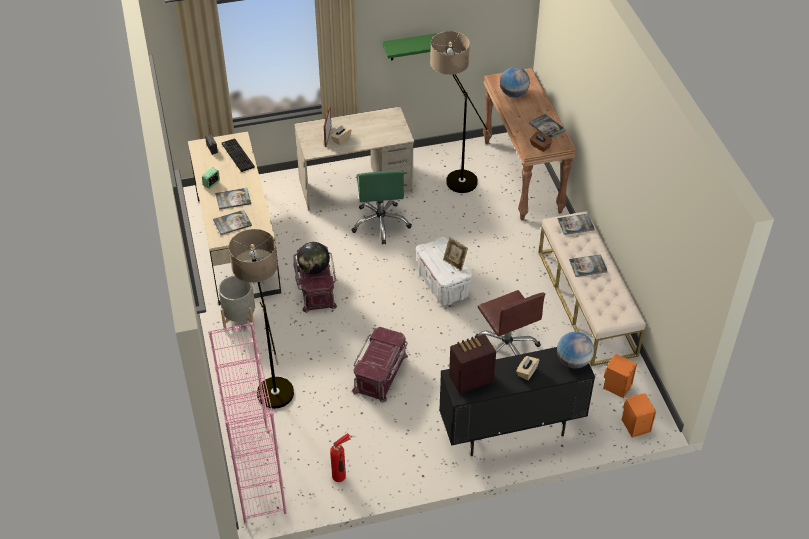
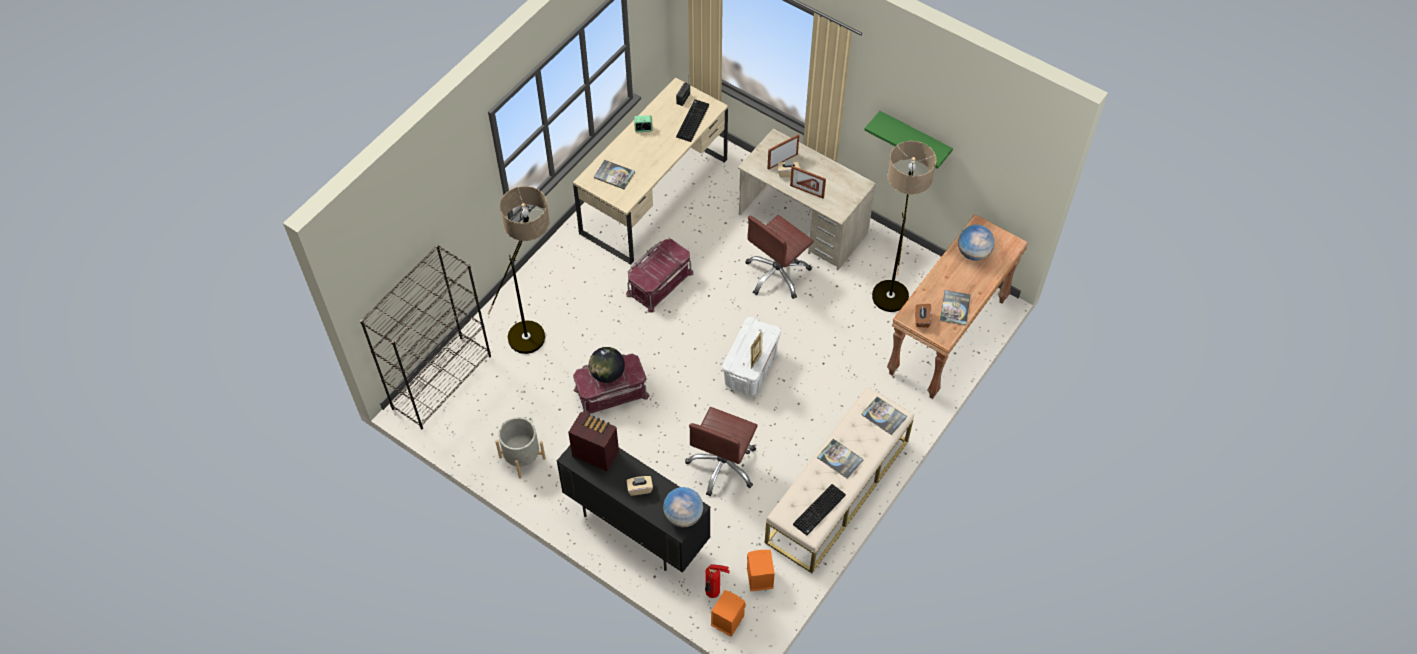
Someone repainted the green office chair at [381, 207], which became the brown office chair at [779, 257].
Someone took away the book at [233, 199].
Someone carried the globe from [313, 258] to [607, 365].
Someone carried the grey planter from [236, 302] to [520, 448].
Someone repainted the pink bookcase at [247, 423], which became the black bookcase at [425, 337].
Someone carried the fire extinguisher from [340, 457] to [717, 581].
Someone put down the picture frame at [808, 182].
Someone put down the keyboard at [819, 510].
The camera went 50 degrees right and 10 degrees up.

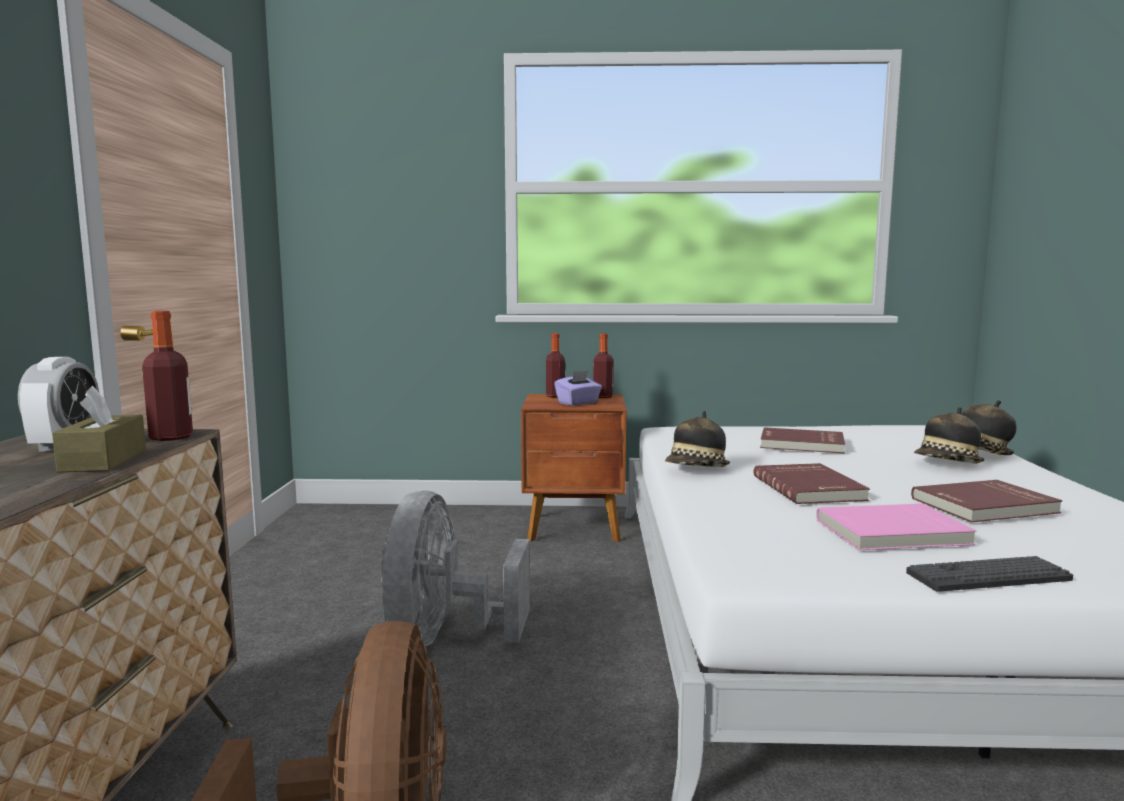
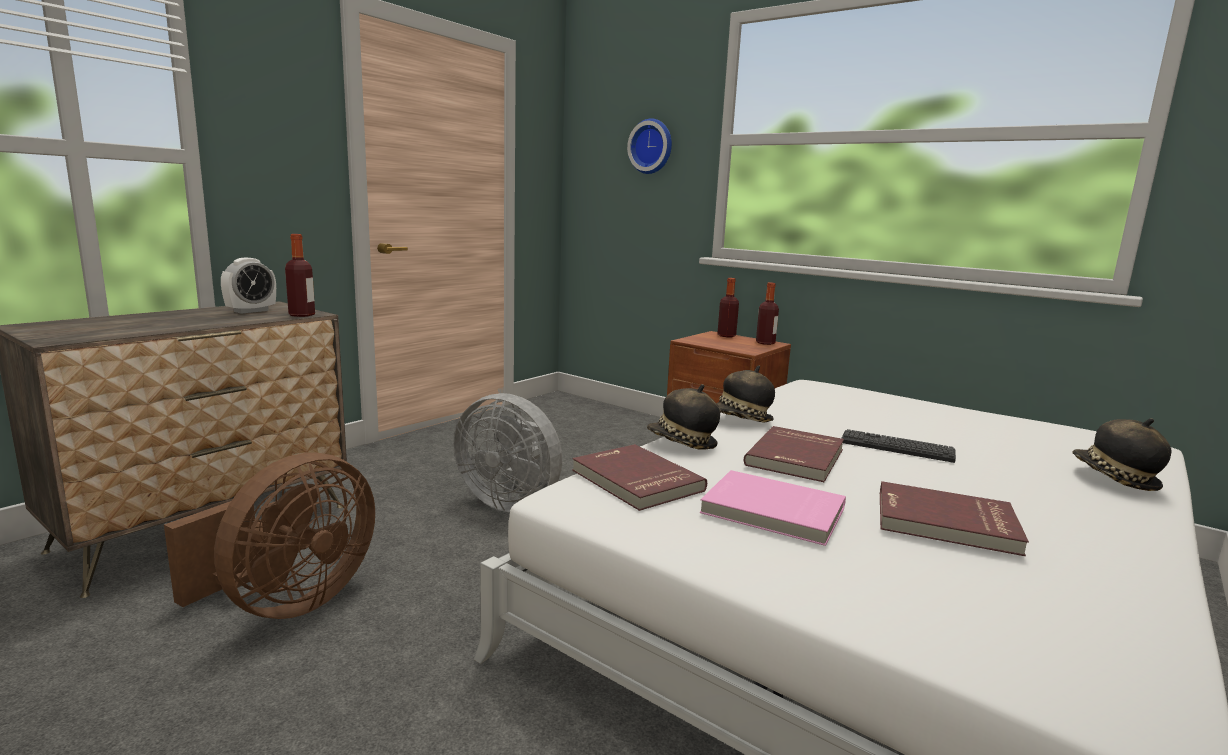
Someone took away the purple tissue box at [578, 388].
Someone took away the brown tissue box at [99, 429].
Someone carried the hat from [949, 435] to [683, 416].
Someone carried the red book from [802, 440] to [639, 477].
Someone rotated the grey fan at [455, 569] by 105 degrees counterclockwise.
Someone carried the keyboard from [989, 574] to [898, 446].
Someone put up the wall clock at [649, 146].
The camera went 35 degrees right and 5 degrees up.

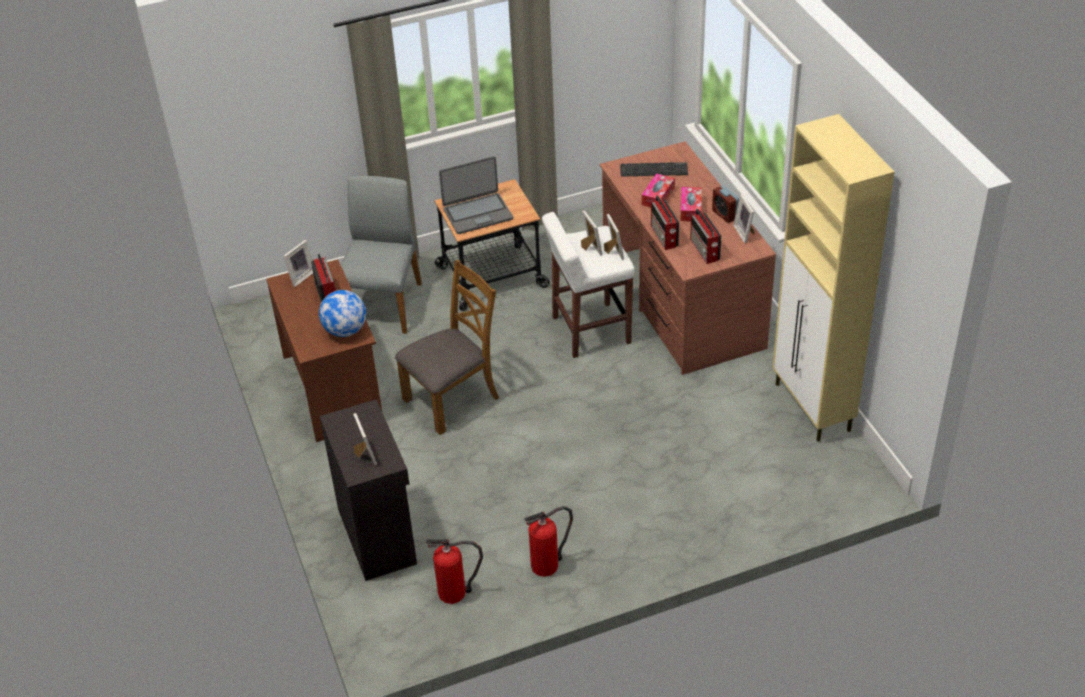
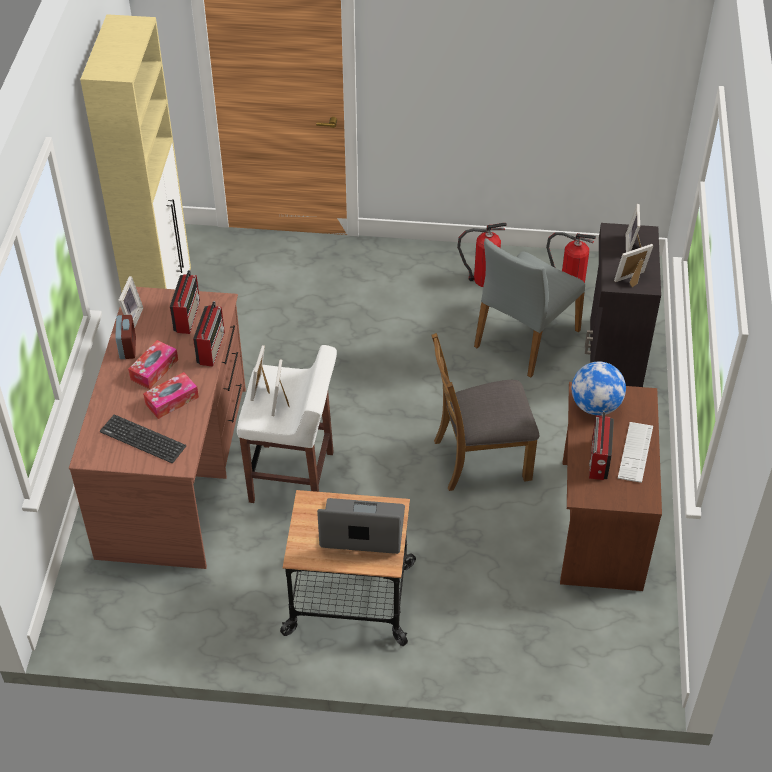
Someone carried the grey chair from [381, 255] to [529, 308].
Someone carried the picture frame from [298, 263] to [634, 265].
Someone put down the keyboard at [635, 452].
The camera went 155 degrees left and 5 degrees up.

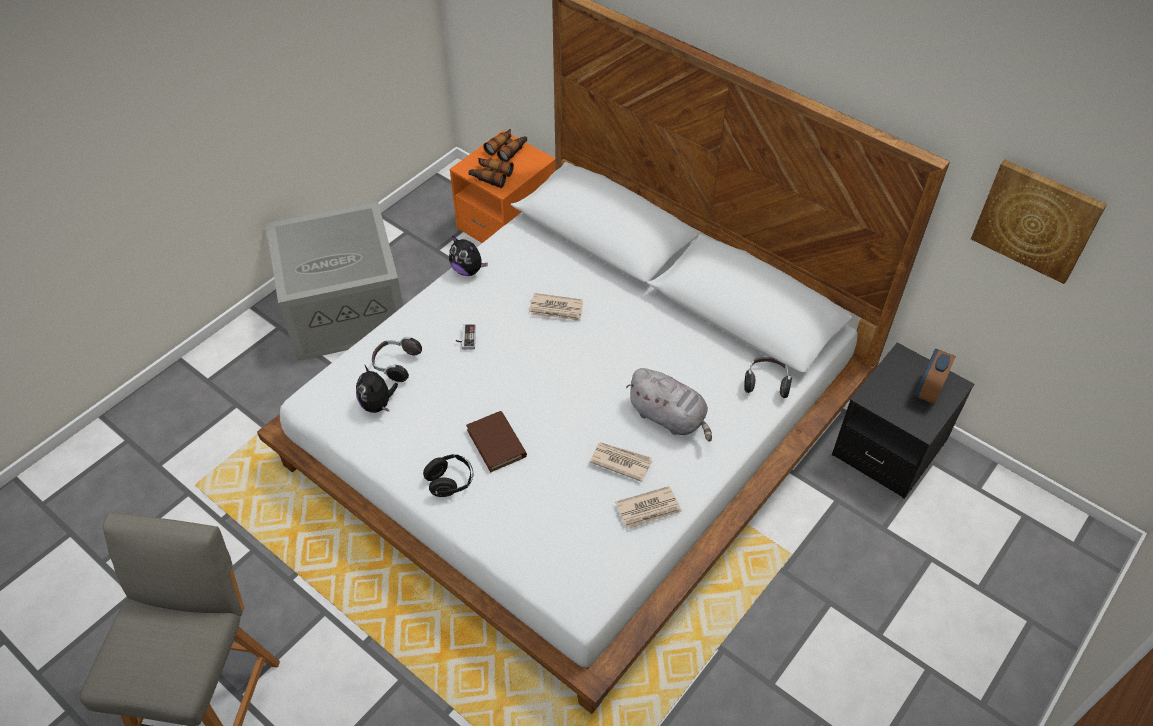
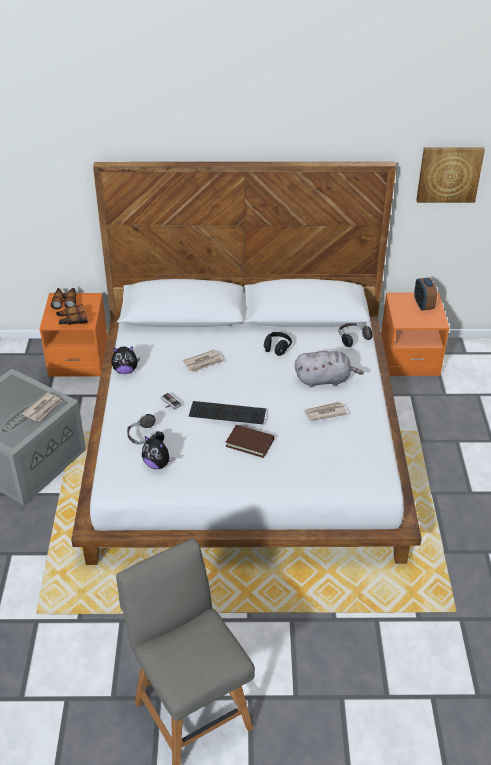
Someone repainted the black nightstand at [903, 420], which became the orange nightstand at [415, 334].
Someone carried the black headphones from [448, 475] to [278, 344].
Someone carried the newspaper from [648, 507] to [42, 406].
Someone put down the keyboard at [227, 412].
The camera went 40 degrees left and 10 degrees down.

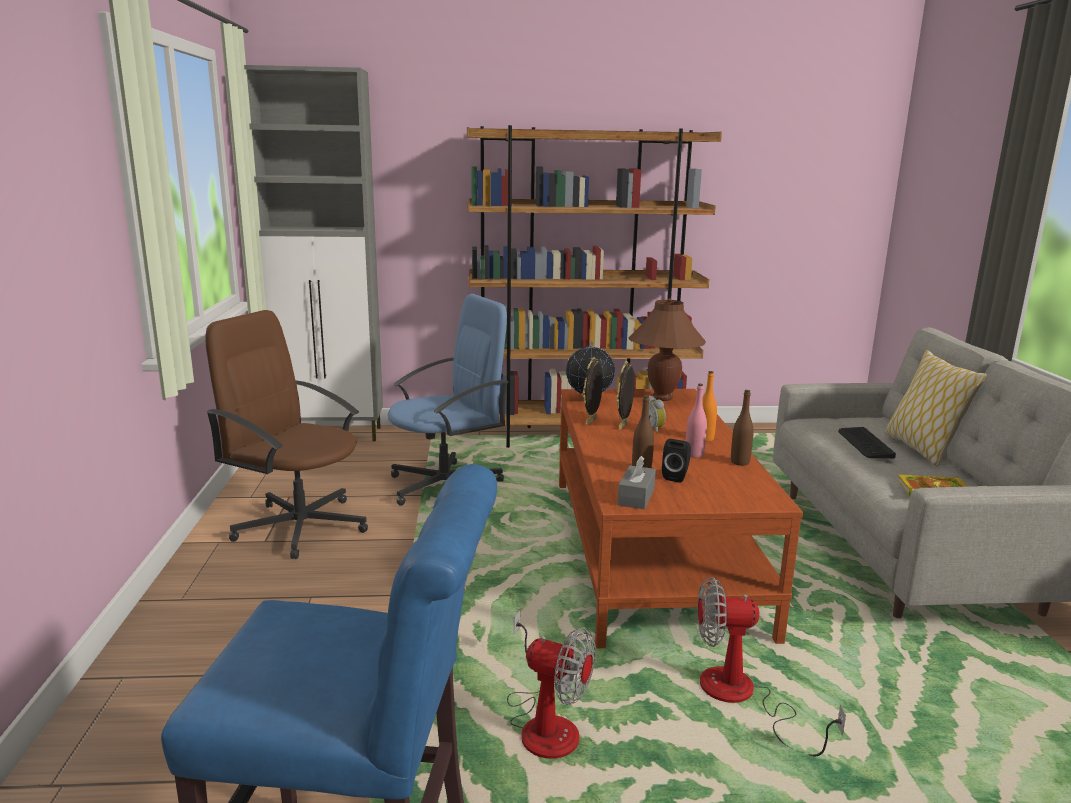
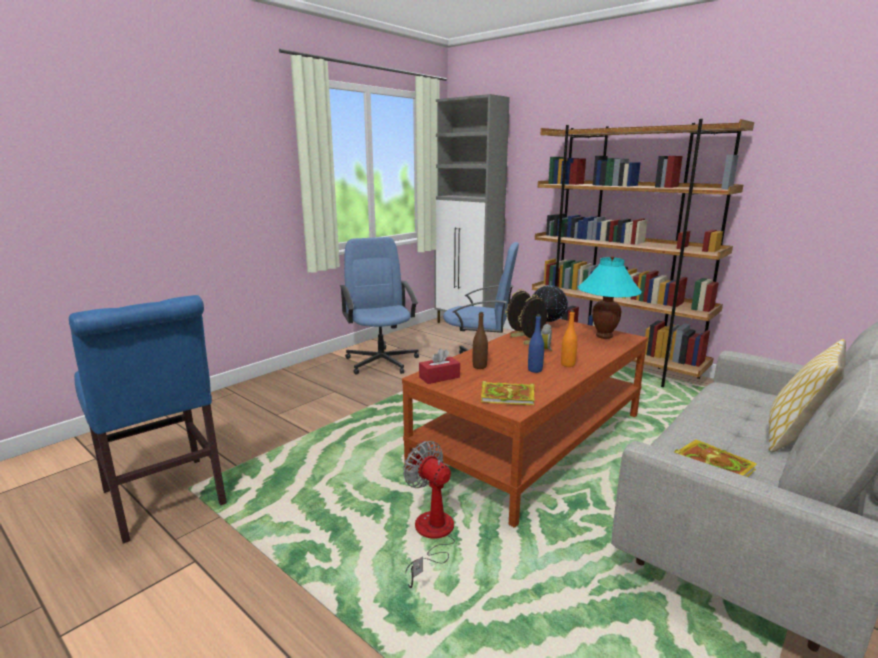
Someone repainted the brown table lamp at [667, 349], which became the turquoise table lamp at [610, 297].
Someone repainted the brown office chair at [286, 434], which became the blue office chair at [379, 305].
Someone repainted the pink bottle at [696, 420], which became the blue bottle at [536, 343].
Someone took away the brown bottle at [742, 428].
Someone took away the keyboard at [867, 442].
Someone took away the black speaker at [676, 461].
Someone repainted the grey tissue box at [636, 482], which became the red tissue box at [439, 366].
Someone took away the fan at [551, 685].
Someone put down the book at [508, 393].
The camera went 45 degrees right and 0 degrees up.

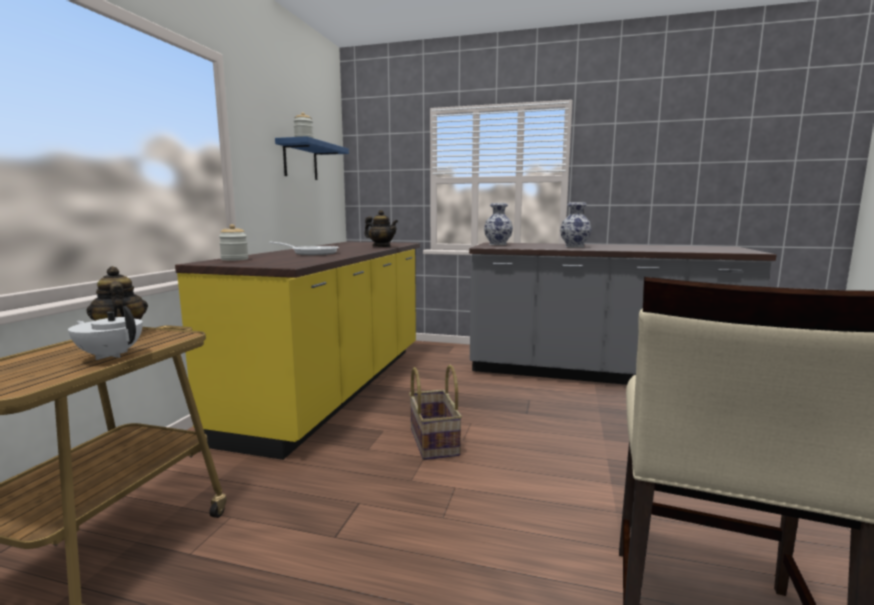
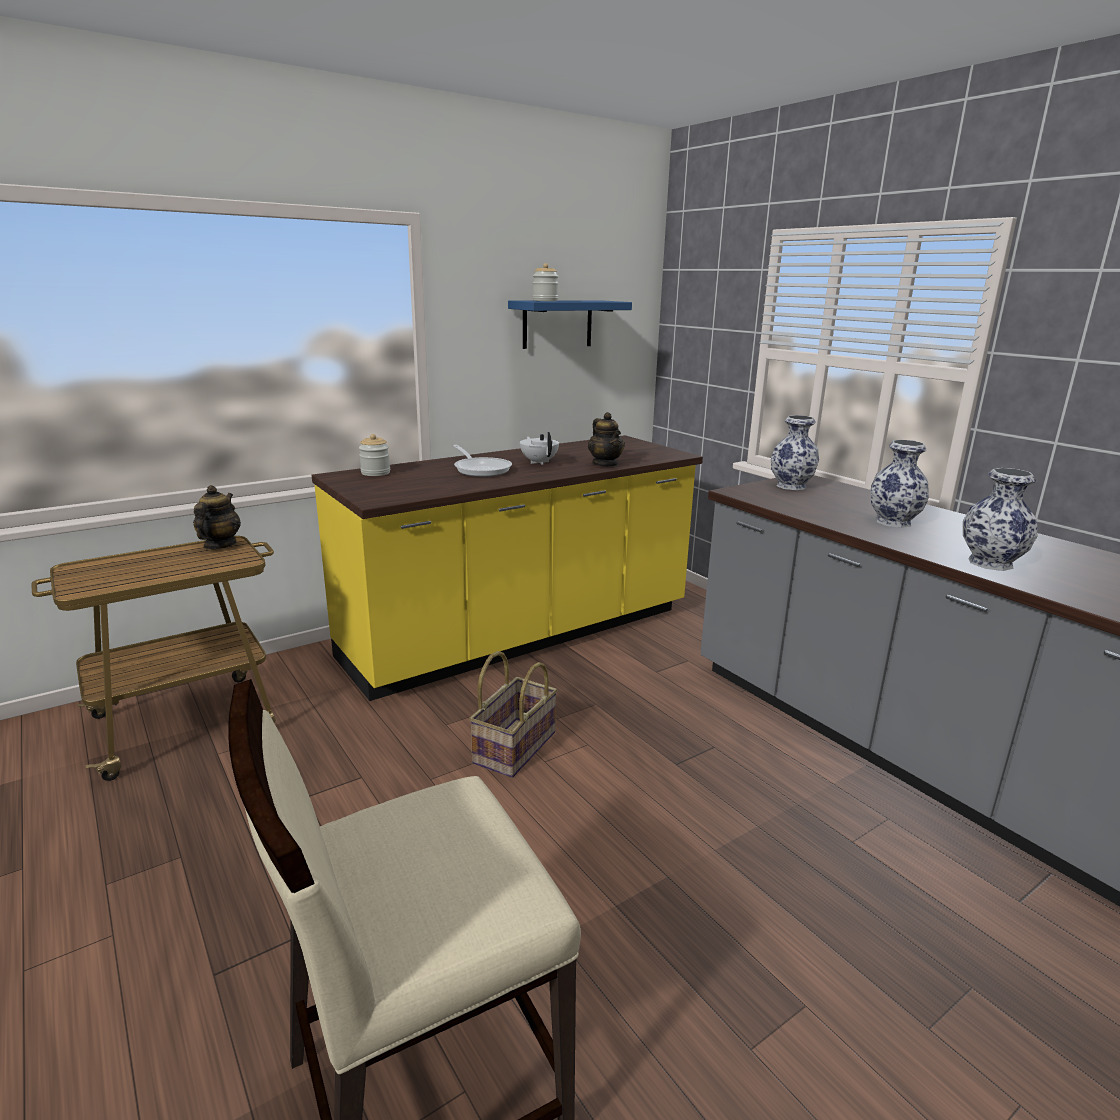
Someone carried the white teapot from [105, 333] to [539, 448].
Someone put down the vase at [1000, 519].
The camera went 40 degrees right and 10 degrees up.

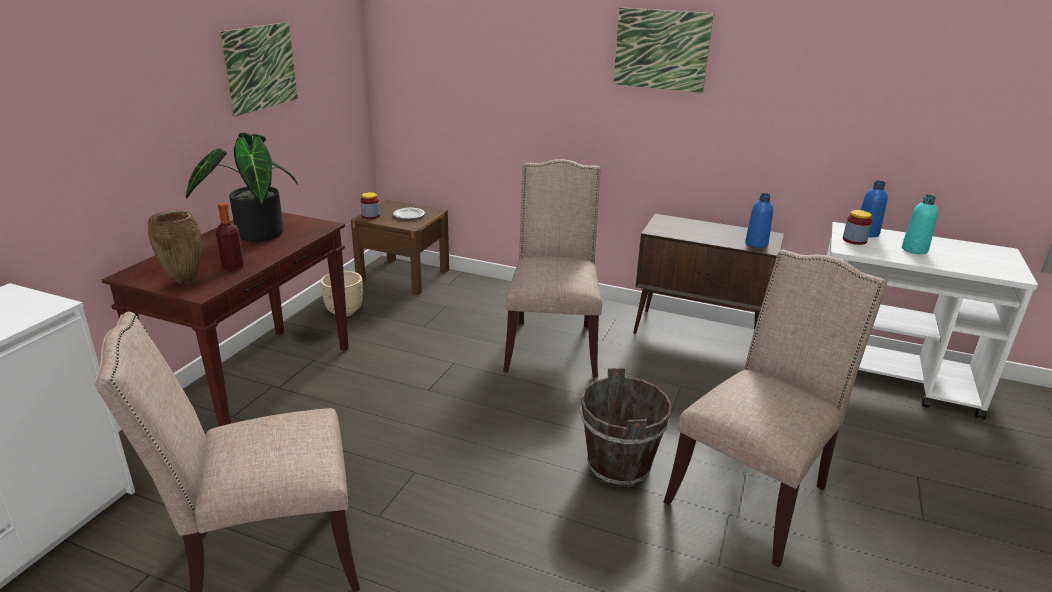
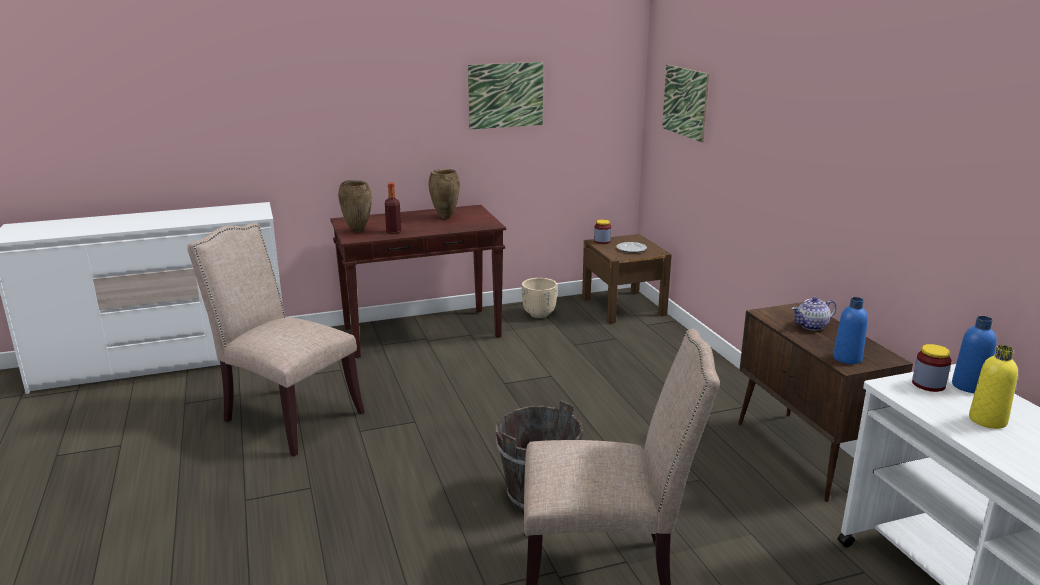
Someone carried the picture from [663, 50] to [685, 103].
Someone swapped the potted plant at [242, 187] for the brown vase at [444, 194].
Someone took away the beige chair at [552, 268].
Someone repainted the turquoise bottle at [920, 224], which became the yellow bottle at [993, 387].
Someone put down the teapot at [814, 314].
The camera went 50 degrees right and 5 degrees down.

